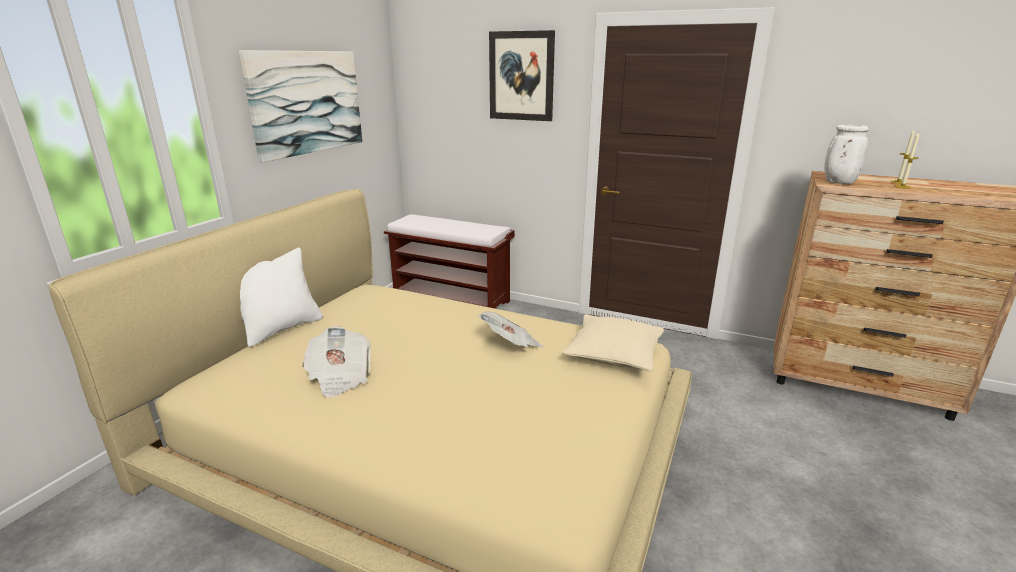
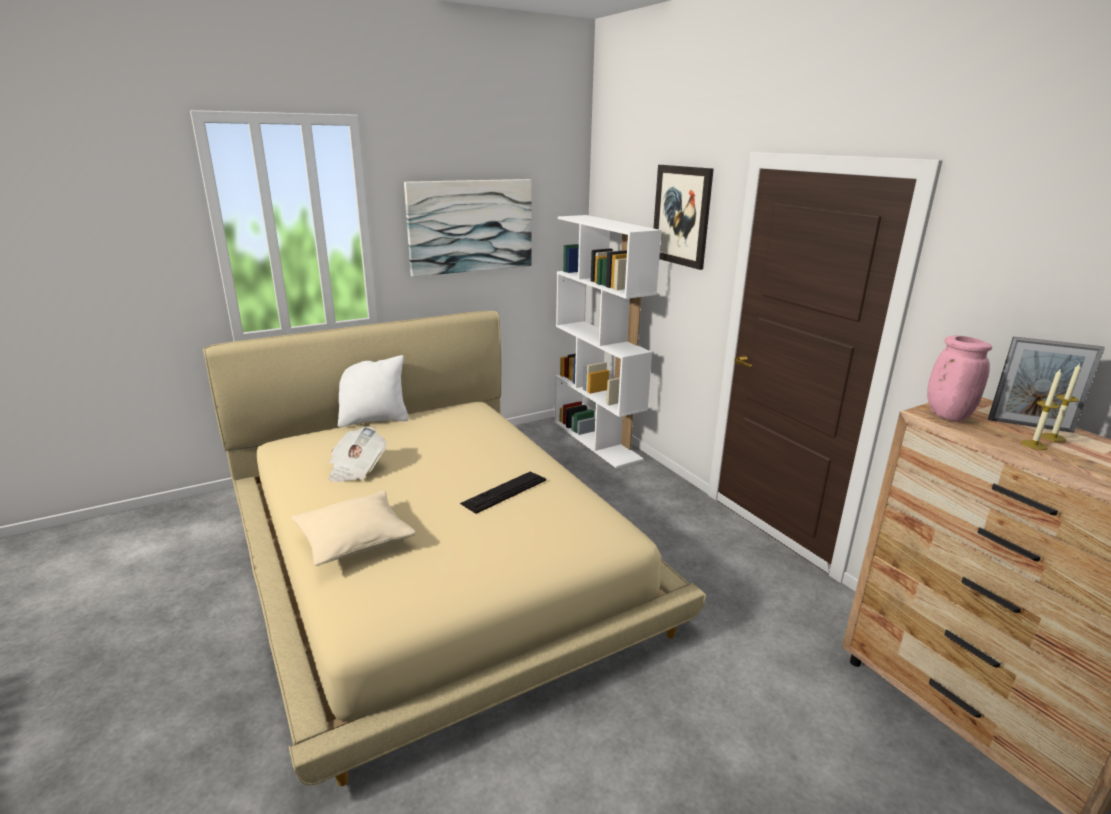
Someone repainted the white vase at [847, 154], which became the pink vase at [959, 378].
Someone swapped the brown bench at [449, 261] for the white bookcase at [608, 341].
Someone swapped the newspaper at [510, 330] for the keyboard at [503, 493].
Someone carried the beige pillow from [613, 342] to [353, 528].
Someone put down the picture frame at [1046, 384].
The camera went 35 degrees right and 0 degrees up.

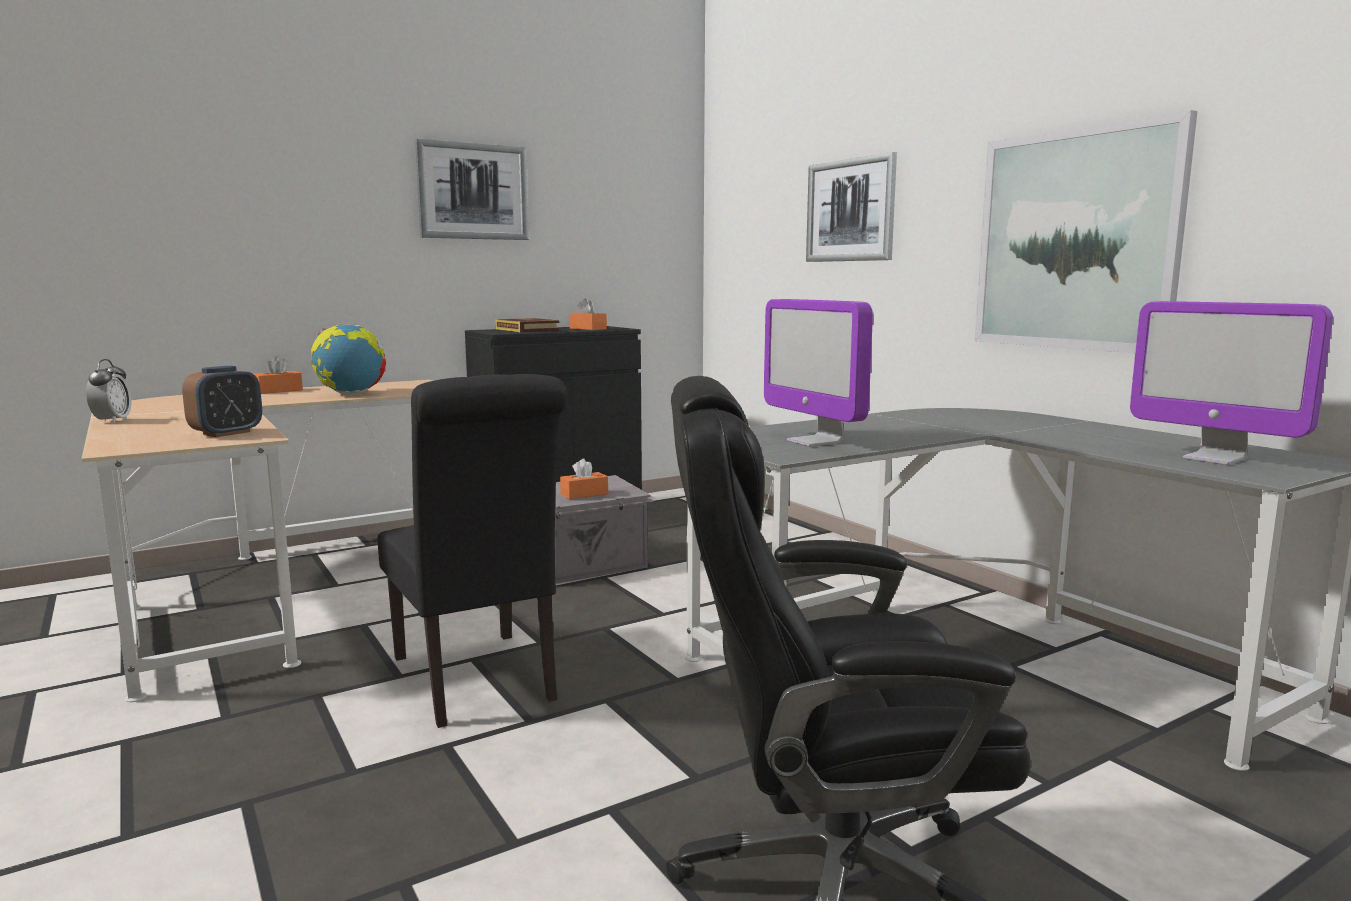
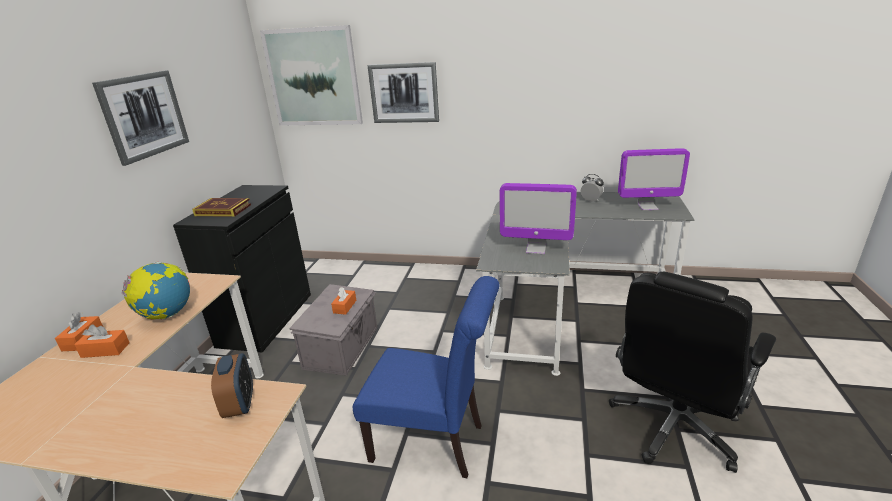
Someone carried the picture from [1086, 231] to [311, 75].
Someone carried the orange tissue box from [588, 314] to [102, 341].
Someone carried the alarm clock from [108, 391] to [592, 188].
Someone repainted the black chair at [473, 551], which became the blue chair at [426, 377].
The camera went 45 degrees left and 15 degrees up.

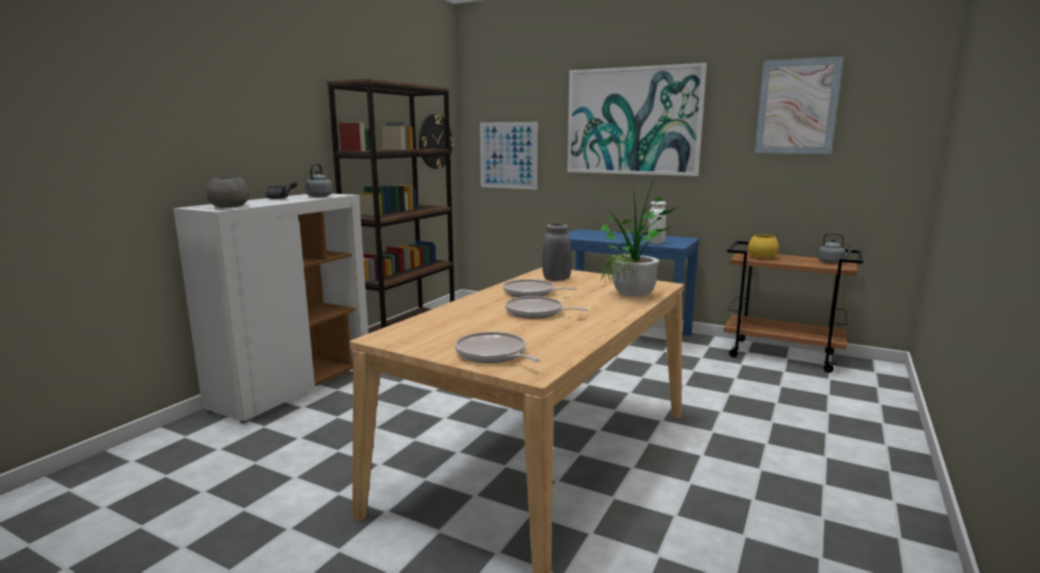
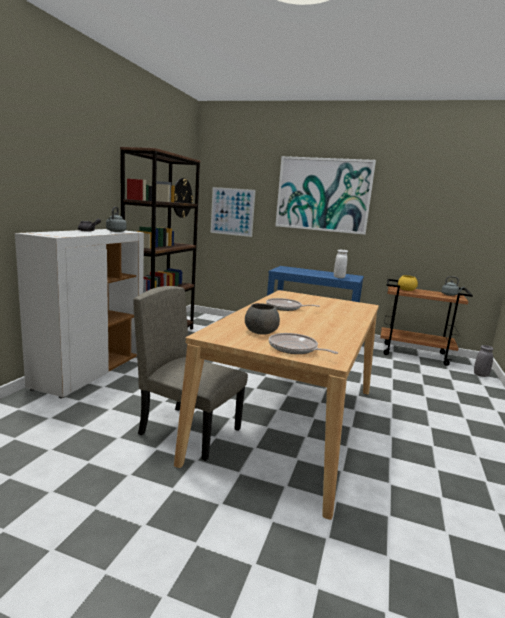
Someone took away the picture at [799, 105].
Someone took away the potted plant at [639, 235].
Someone carried the grey bowl from [227, 192] to [262, 319].
Someone carried the grey vase from [557, 252] to [484, 361].
Someone took away the frying pan at [546, 307].
Someone put down the beige chair at [190, 373].
The camera went 10 degrees left and 0 degrees up.

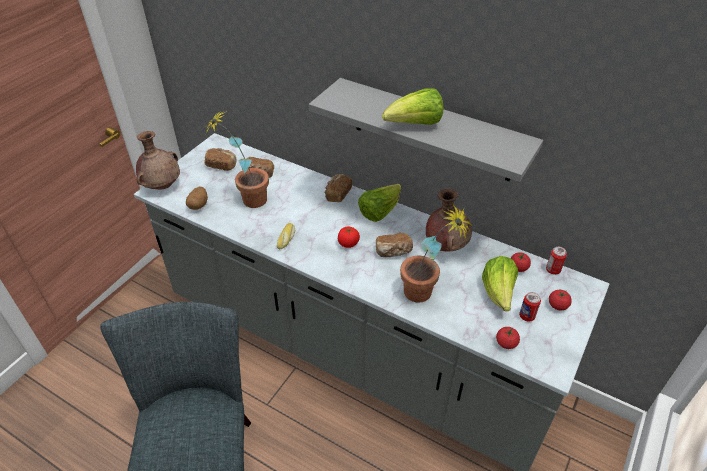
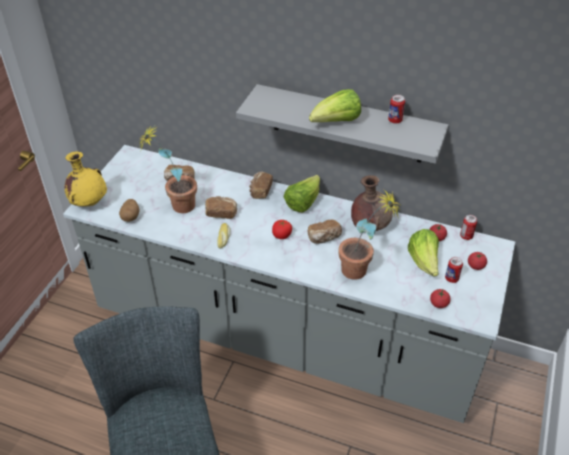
Someone repainted the brown vase at [158, 160], which became the yellow vase at [86, 179].
Someone carried the bread from [220, 159] to [221, 207].
Someone put down the can at [396, 109].
The camera went 10 degrees left and 0 degrees up.

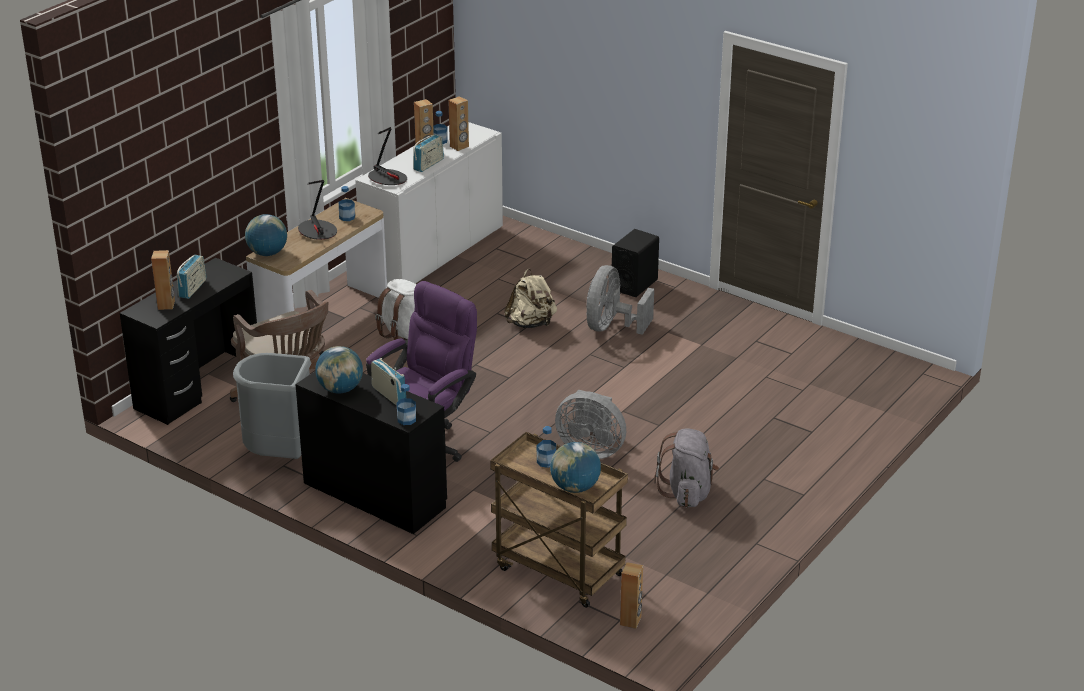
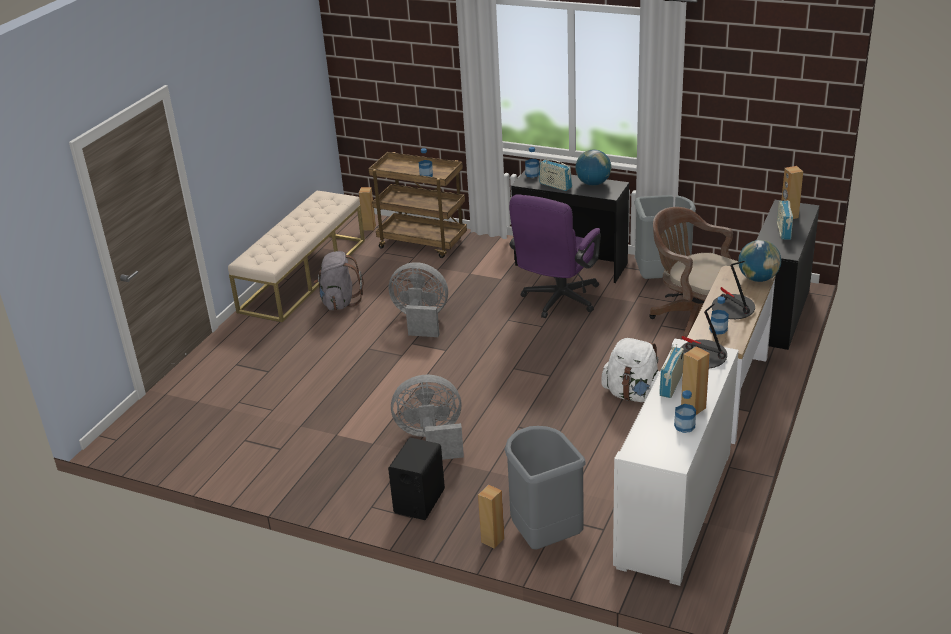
Someone carried the brown speaker from [458, 123] to [491, 517].
Someone rotated the grey fan at [620, 300] by 105 degrees counterclockwise.
Someone took away the beige backpack at [530, 298].
Someone took away the globe at [575, 467].
Someone put down the beige bench at [296, 256].
Someone put down the grey trash can at [545, 488].
The camera went 170 degrees right and 0 degrees up.

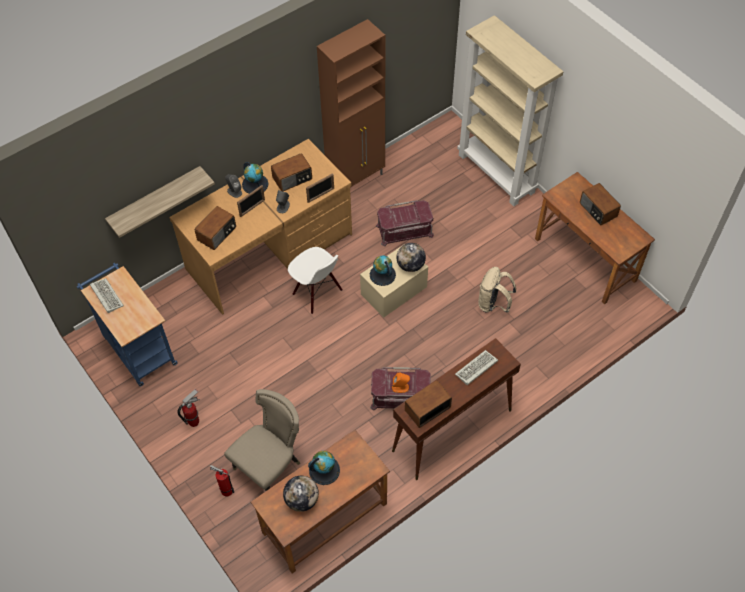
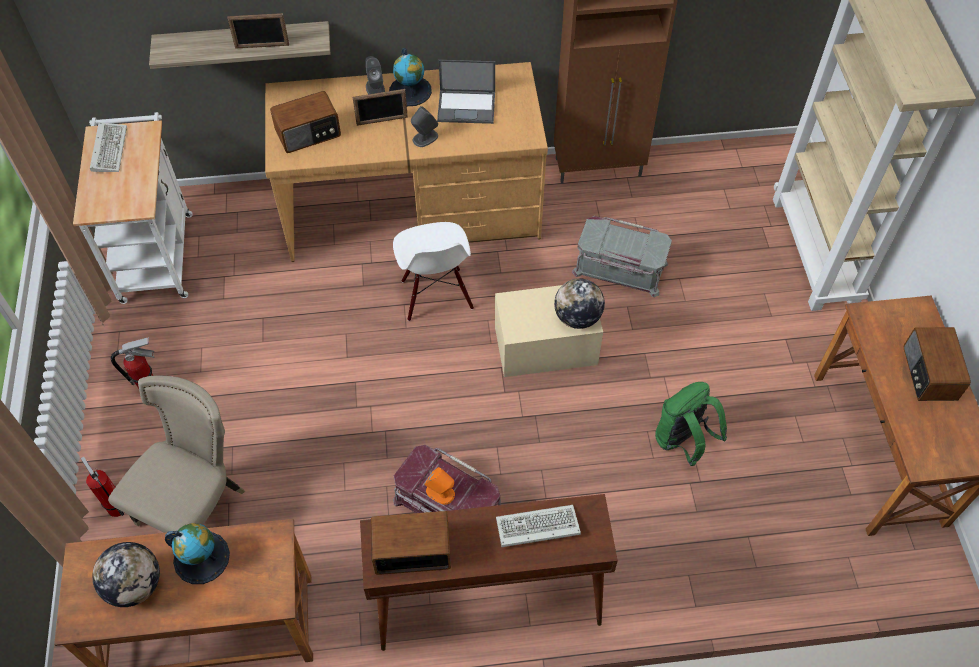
Someone swapped the radio at [291, 172] for the laptop at [466, 92].
Someone carried the picture frame from [320, 188] to [258, 31].
Someone repainted the red storage box at [405, 223], which became the grey storage box at [622, 256].
Someone took away the globe at [383, 271].
Someone repainted the blue cart at [127, 325], which became the white cart at [132, 208].
Someone repainted the beige backpack at [497, 290], which became the green backpack at [691, 424].
Someone rotated the beige chair at [262, 440] by 45 degrees counterclockwise.
The camera went 30 degrees right and 0 degrees up.

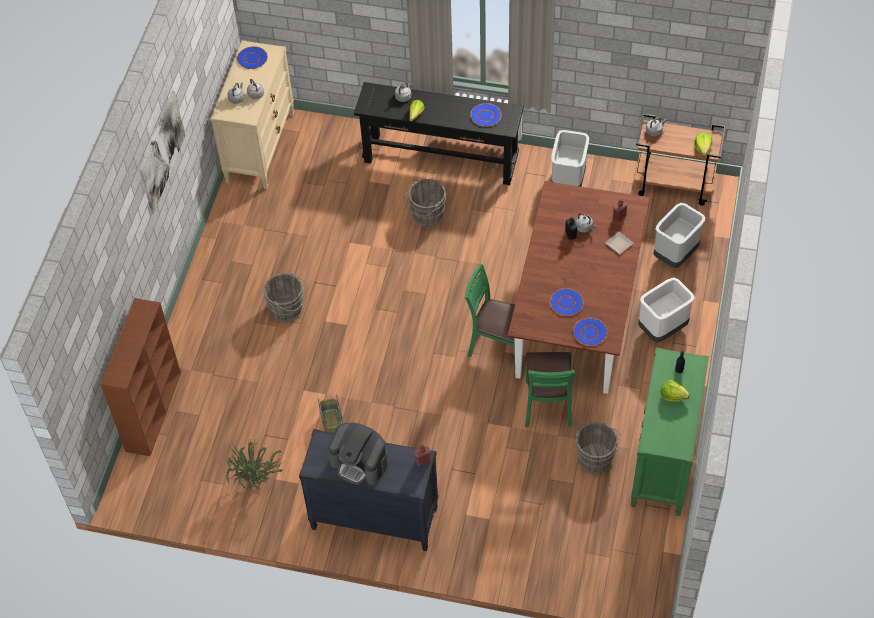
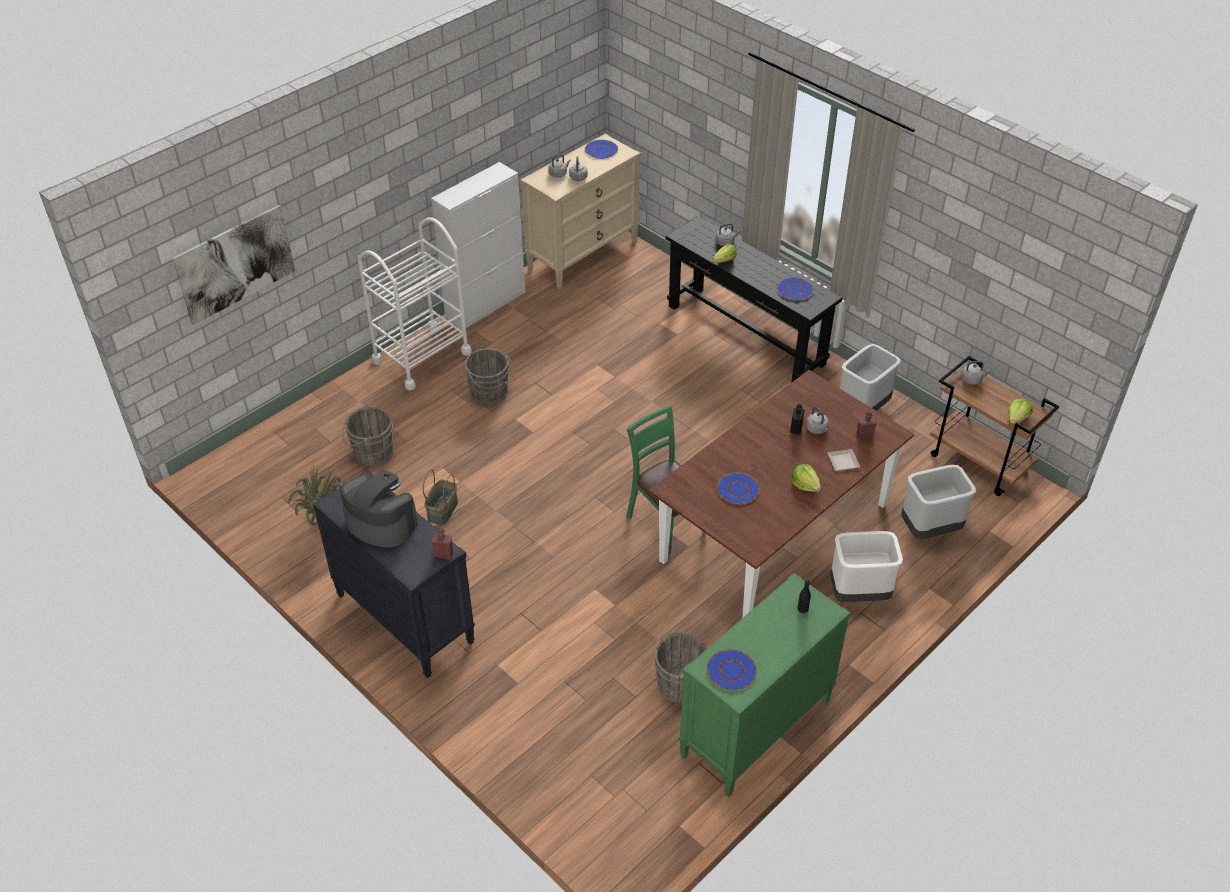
Someone carried the picture from [162, 152] to [233, 265].
Someone carried the grey bucket from [424, 203] to [368, 435].
Someone took away the brown bookcase at [140, 377].
Someone carried the blue plate from [590, 332] to [732, 670].
Someone took away the green chair at [550, 389].
Someone carried the lettuce from [675, 391] to [806, 478].
Someone rotated the coffee machine at [358, 454] by 150 degrees clockwise.
Someone put down the white cabinet at [478, 246].
Someone put down the white cart at [414, 304].
The camera went 30 degrees right and 10 degrees down.

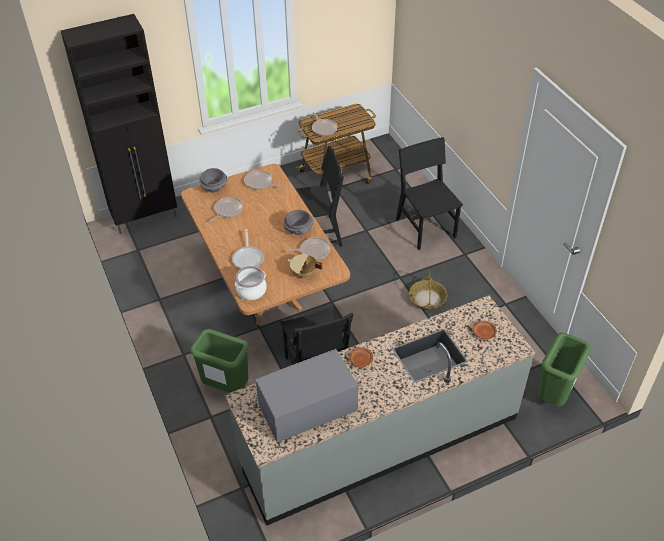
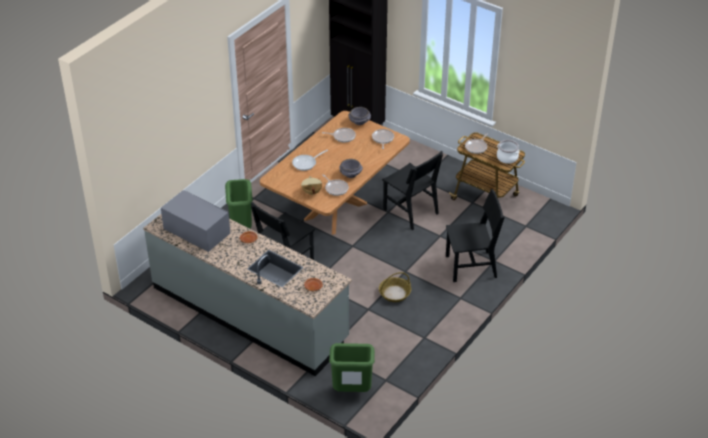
Someone rotated the black chair at [429, 193] by 45 degrees clockwise.
Someone carried the cooking pot from [251, 283] to [508, 152].
The camera went 60 degrees right and 5 degrees down.

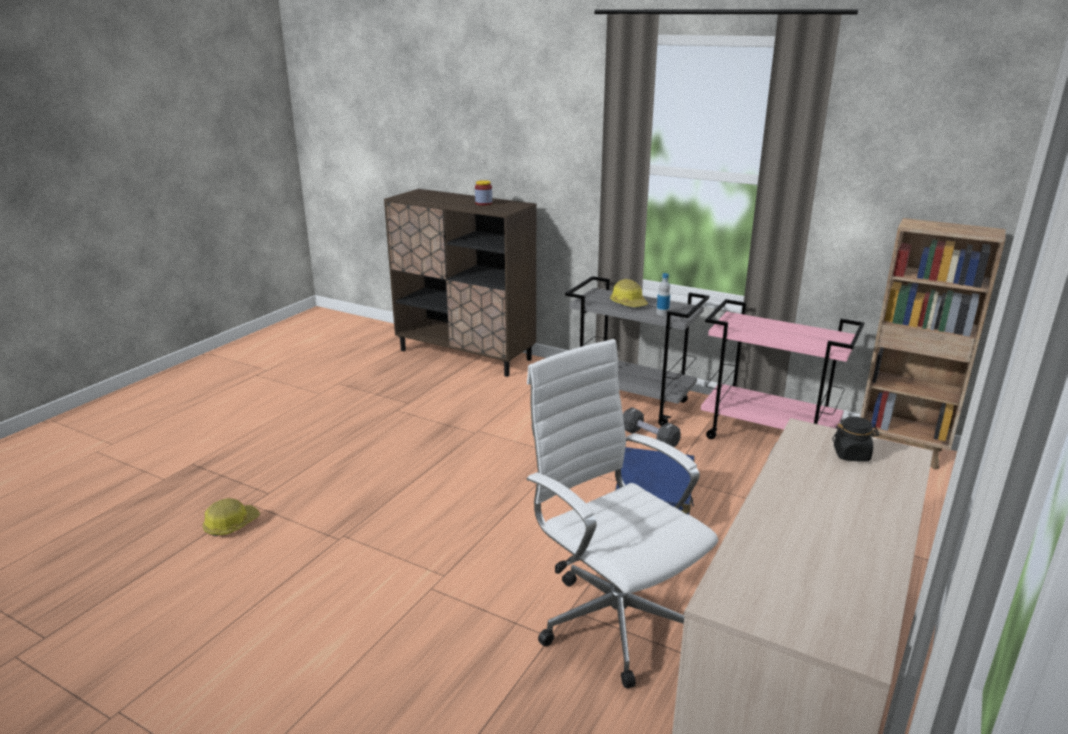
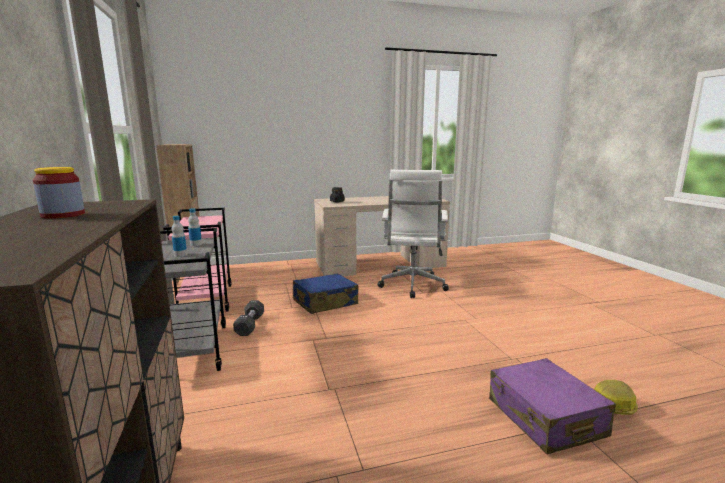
Someone swapped the hard hat at [629, 293] for the bottle at [179, 236].
Someone put down the purple suitcase at [552, 406].
The camera went 135 degrees left and 10 degrees down.

